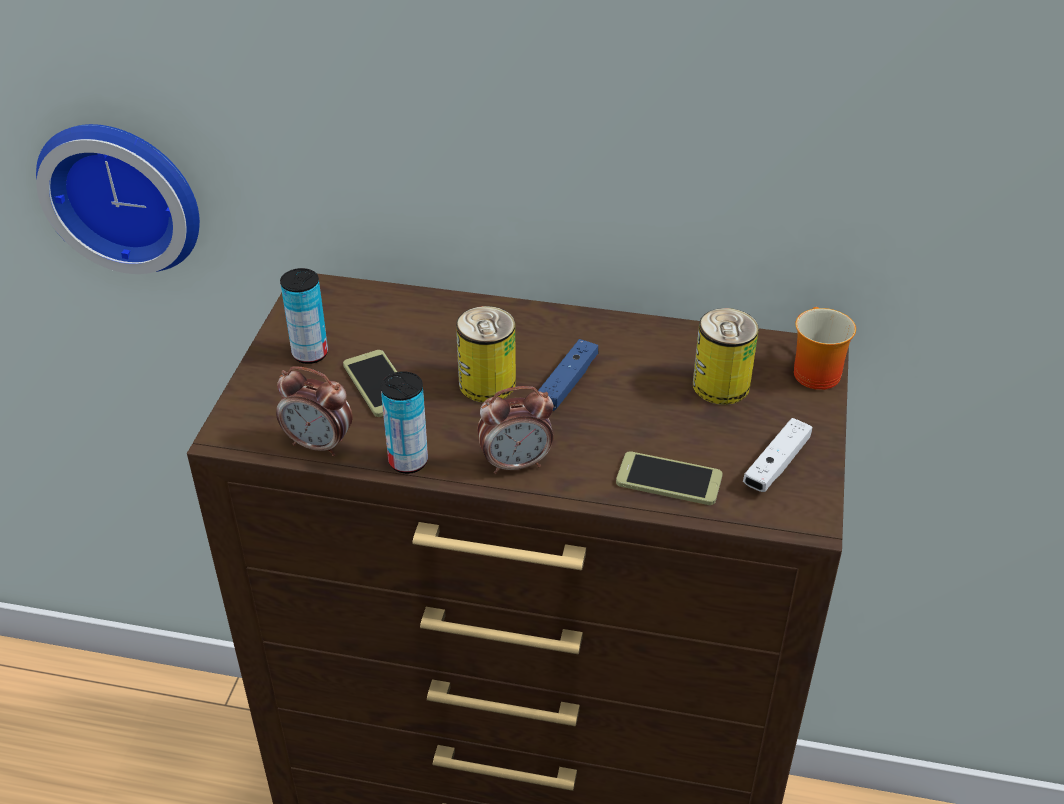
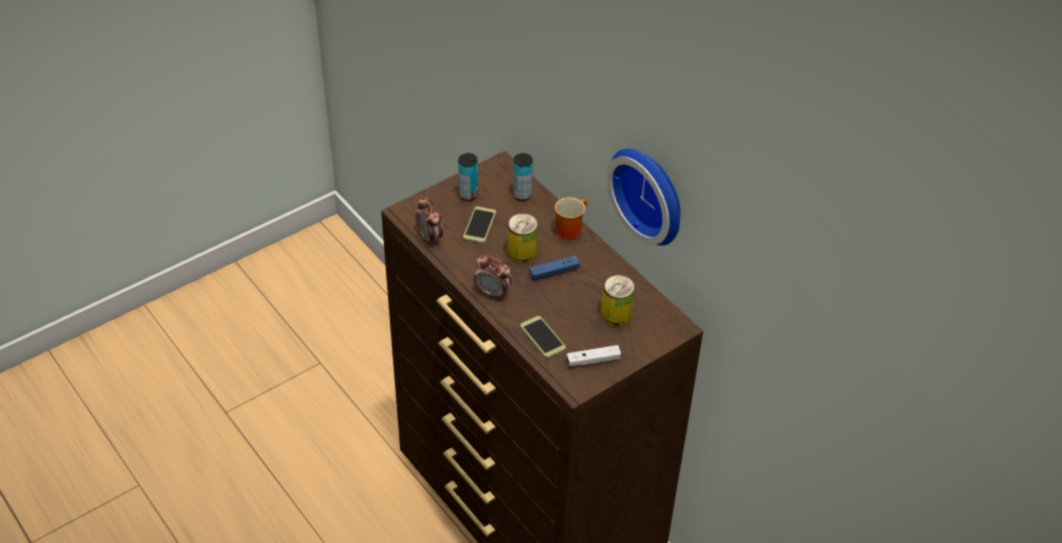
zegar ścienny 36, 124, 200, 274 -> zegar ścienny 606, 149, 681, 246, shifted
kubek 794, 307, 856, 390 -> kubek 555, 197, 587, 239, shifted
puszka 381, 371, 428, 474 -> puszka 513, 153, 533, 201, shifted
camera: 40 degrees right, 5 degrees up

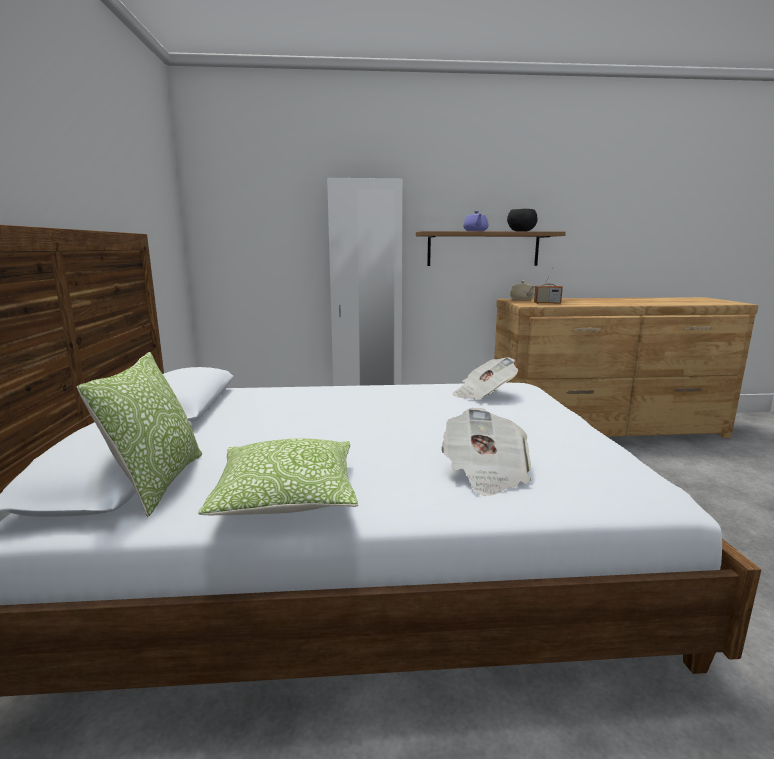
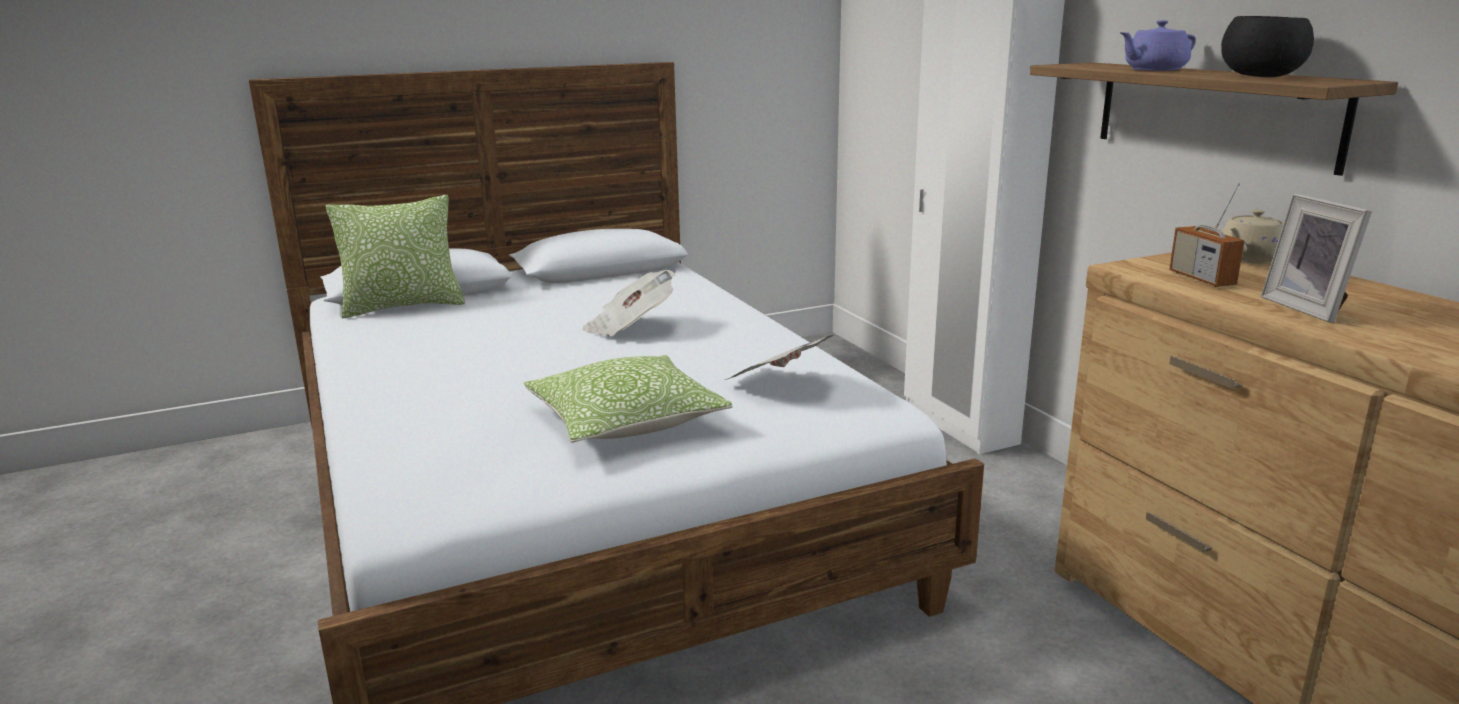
gazeta 441, 408, 531, 496 -> gazeta 583, 270, 676, 337, shifted
poduszka 198, 439, 358, 515 -> poduszka 523, 355, 733, 443, shifted
none -> ramka na zdjęcie 1261, 194, 1372, 323
camera: 70 degrees right, 5 degrees up

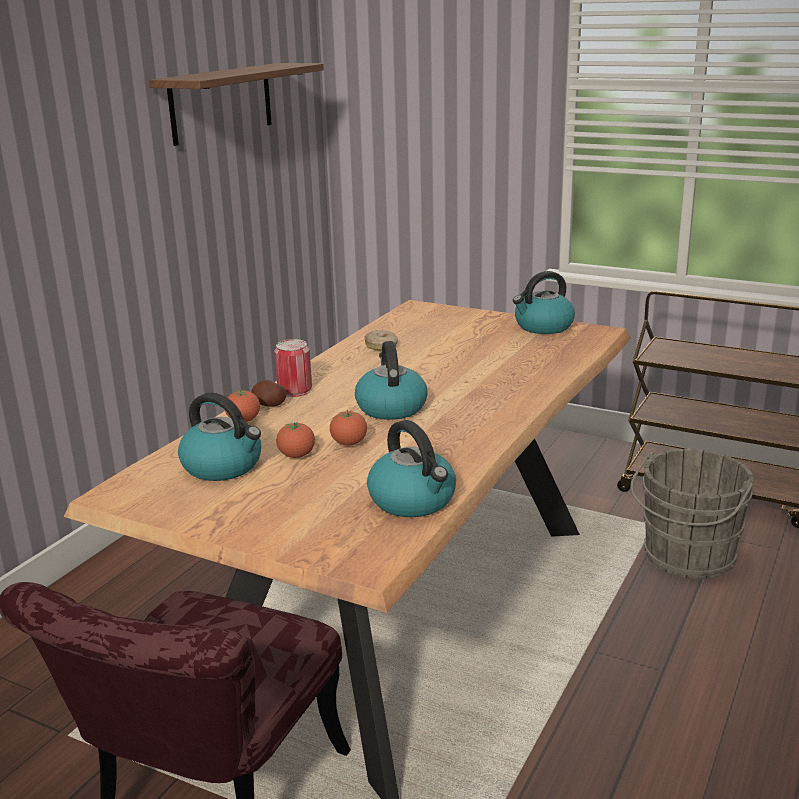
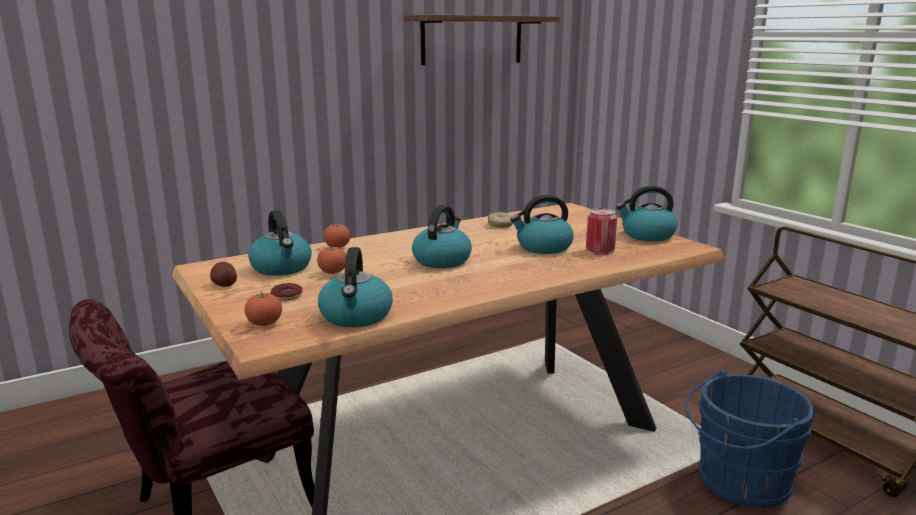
puszka 274, 339, 312, 397 -> puszka 586, 208, 617, 255, shifted
ziemniak 251, 380, 287, 407 -> ziemniak 210, 262, 237, 287, shifted
pomidor 330, 410, 367, 445 -> pomidor 245, 292, 282, 326, shifted
wiadro [szary] 630, 449, 754, 579 -> wiadro [niebieski] 685, 370, 815, 508
none -> czajnik 510, 195, 573, 254
none -> donut 271, 283, 303, 301
camera: 30 degrees right, 5 degrees down

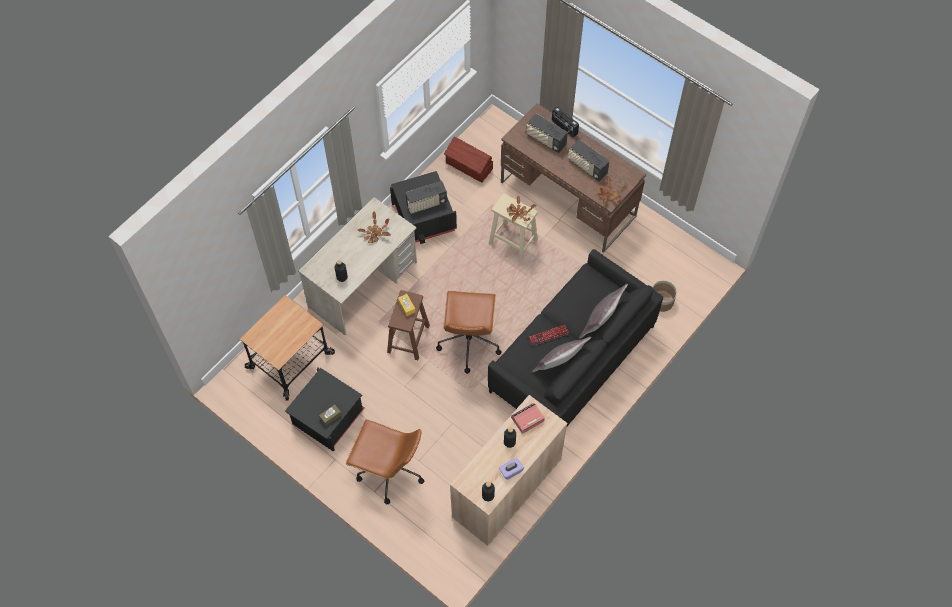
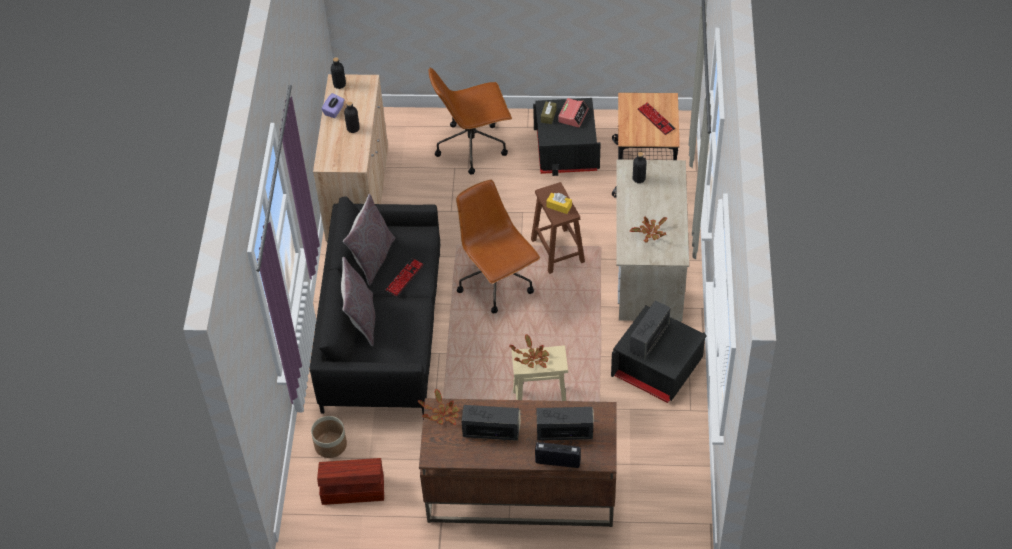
pojemnik do przechowywania [brązowy] 444, 136, 493, 183 -> pojemnik do przechowywania [brązowy] 317, 458, 384, 505, shifted
budzik 510, 403, 545, 434 -> budzik 558, 98, 589, 128, shifted
none -> klawiatura 637, 102, 675, 135
camera: 145 degrees right, 10 degrees down

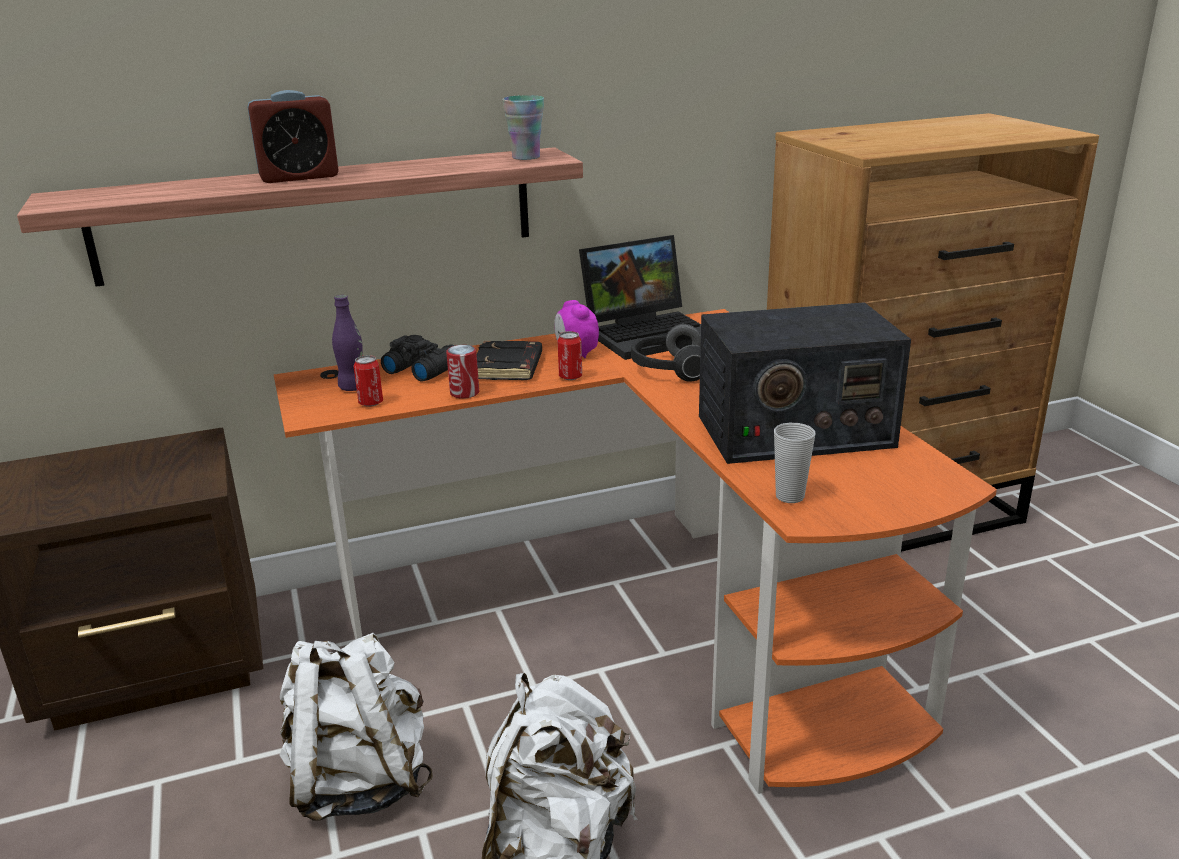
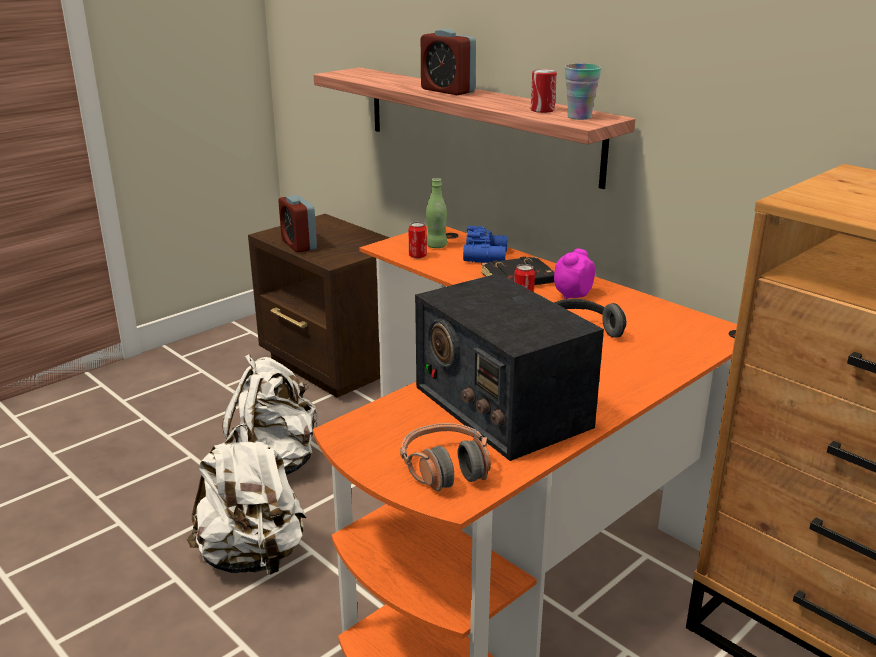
laptop 579, 235, 701, 360 -> none
butelka [fioletowy] 332, 295, 363, 391 -> butelka [zielony] 426, 178, 447, 248
lornetka [czarny] 381, 335, 455, 382 -> lornetka [niebieski] 463, 226, 508, 263
puszka 446, 345, 479, 399 -> puszka 531, 69, 557, 113, shifted
filiżanka 774, 423, 815, 503 -> none
none -> budzik 278, 195, 317, 253
none -> słuchawki 400, 423, 491, 491
camera: 65 degrees right, 0 degrees up

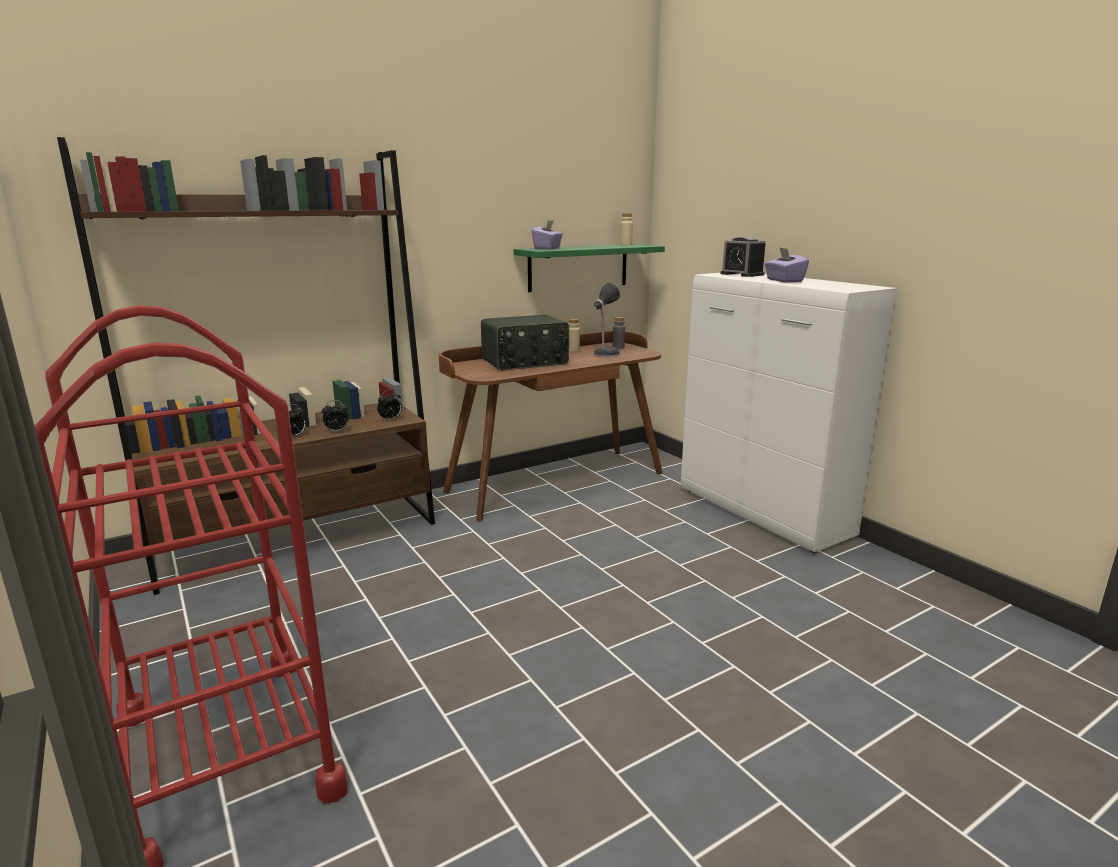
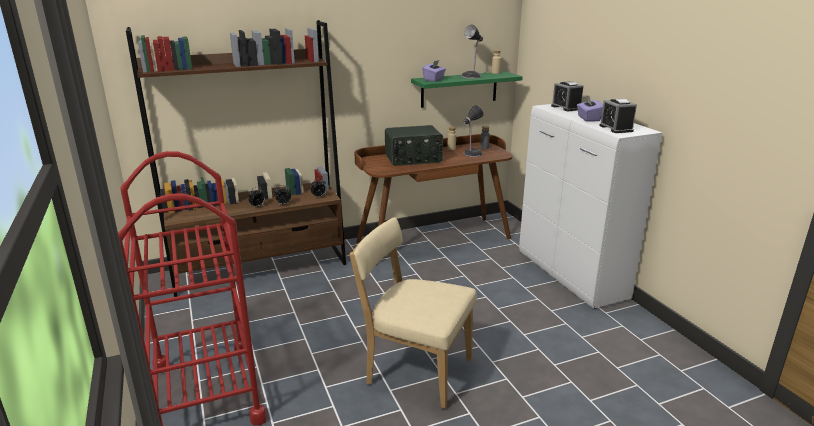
none -> lampa stołowa 461, 25, 483, 79
none -> budzik 599, 99, 637, 133
none -> krzesło [beżowy] 350, 217, 477, 409
camera: 10 degrees right, 5 degrees up

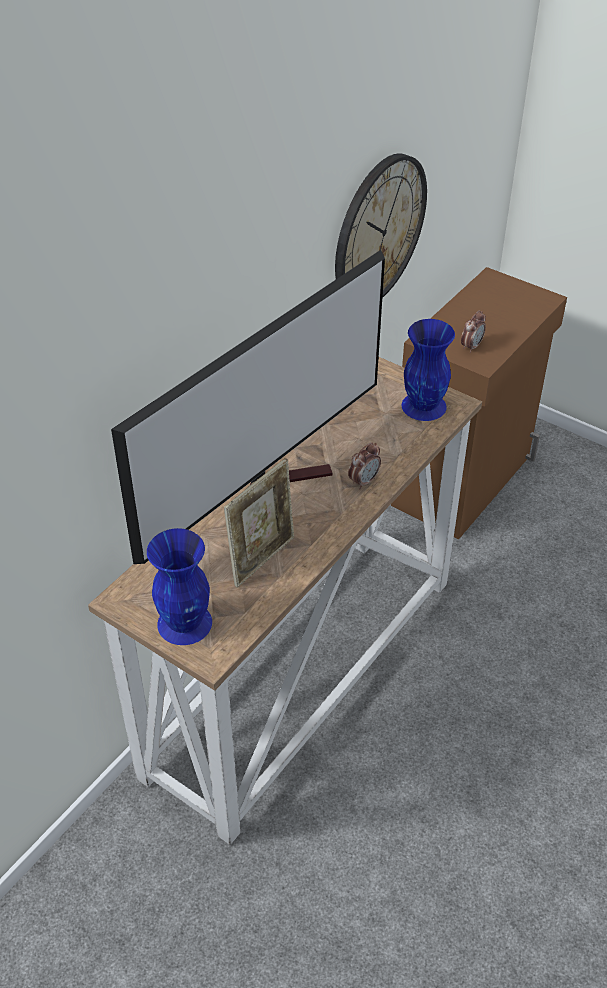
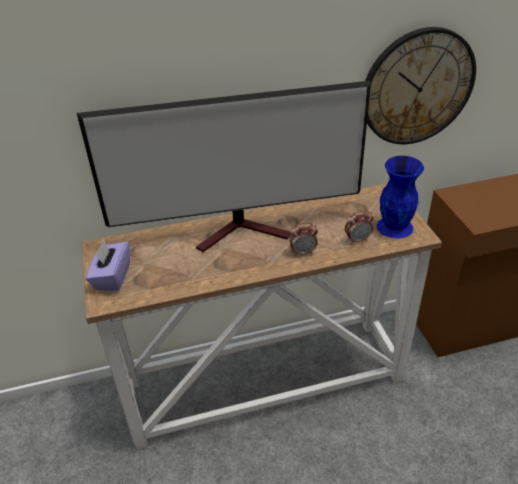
budzik 461, 310, 486, 353 -> budzik 345, 210, 373, 244, shifted
ramka na zdjęcie 224, 458, 294, 588 -> none
wazon [niebieski] 147, 528, 212, 645 -> pudełko chusteczek [fioletowy] 86, 240, 130, 291
camera: 40 degrees right, 5 degrees down

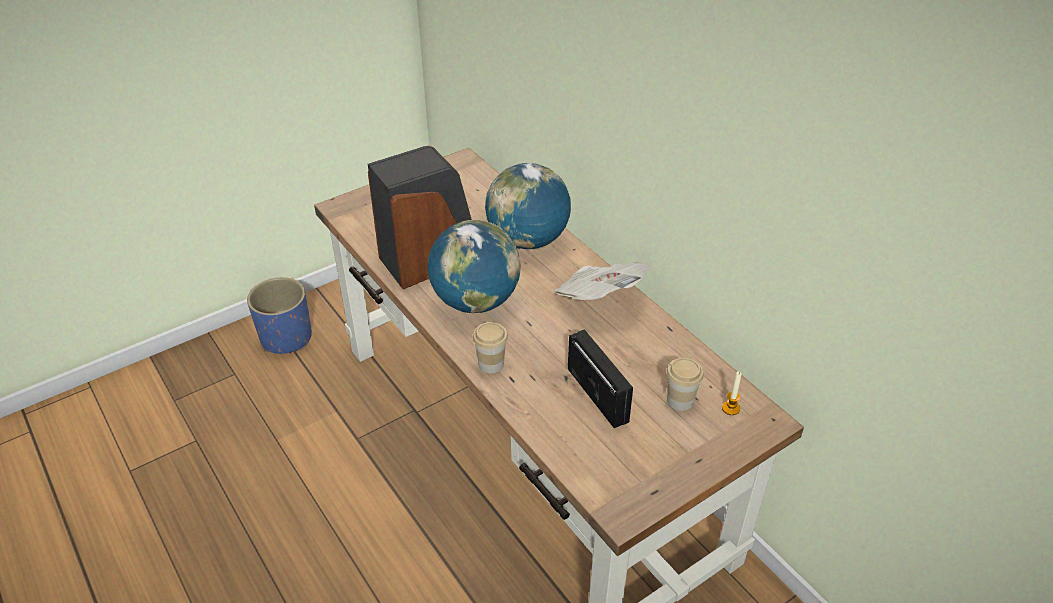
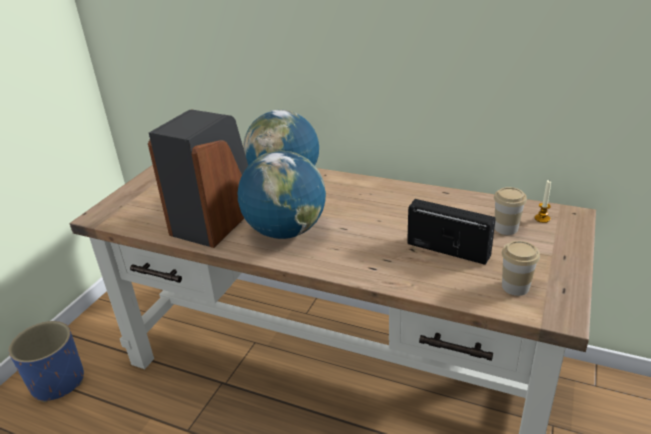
gazeta 553, 262, 652, 300 -> none
filiżanka 473, 322, 508, 373 -> filiżanka 502, 241, 540, 296, shifted
camera: 30 degrees left, 10 degrees down

